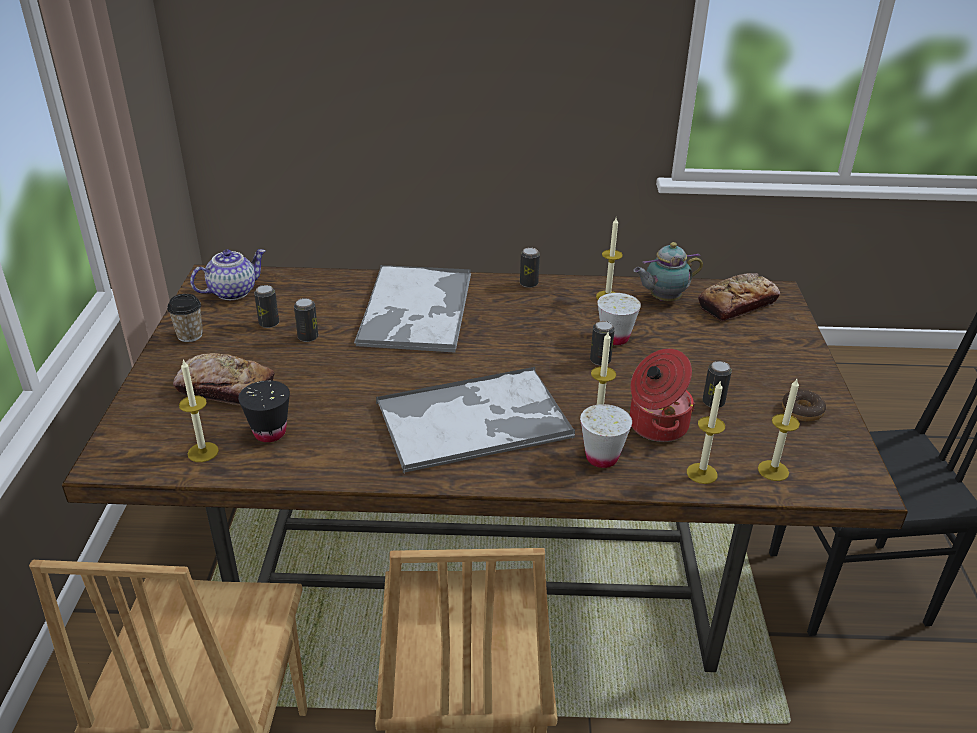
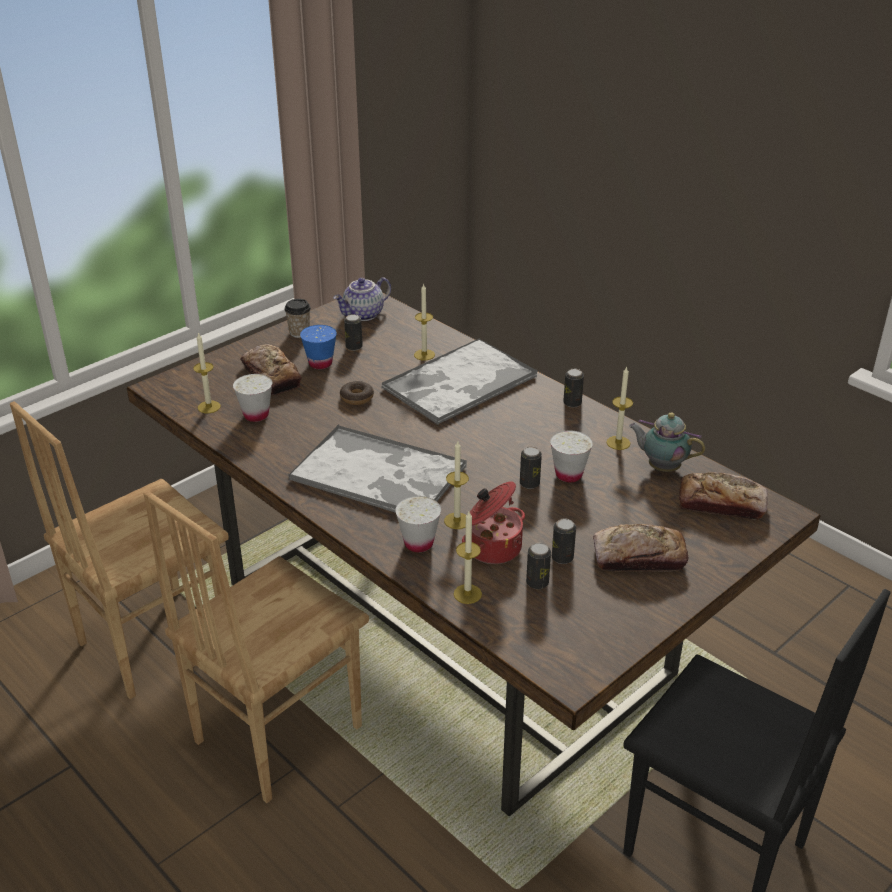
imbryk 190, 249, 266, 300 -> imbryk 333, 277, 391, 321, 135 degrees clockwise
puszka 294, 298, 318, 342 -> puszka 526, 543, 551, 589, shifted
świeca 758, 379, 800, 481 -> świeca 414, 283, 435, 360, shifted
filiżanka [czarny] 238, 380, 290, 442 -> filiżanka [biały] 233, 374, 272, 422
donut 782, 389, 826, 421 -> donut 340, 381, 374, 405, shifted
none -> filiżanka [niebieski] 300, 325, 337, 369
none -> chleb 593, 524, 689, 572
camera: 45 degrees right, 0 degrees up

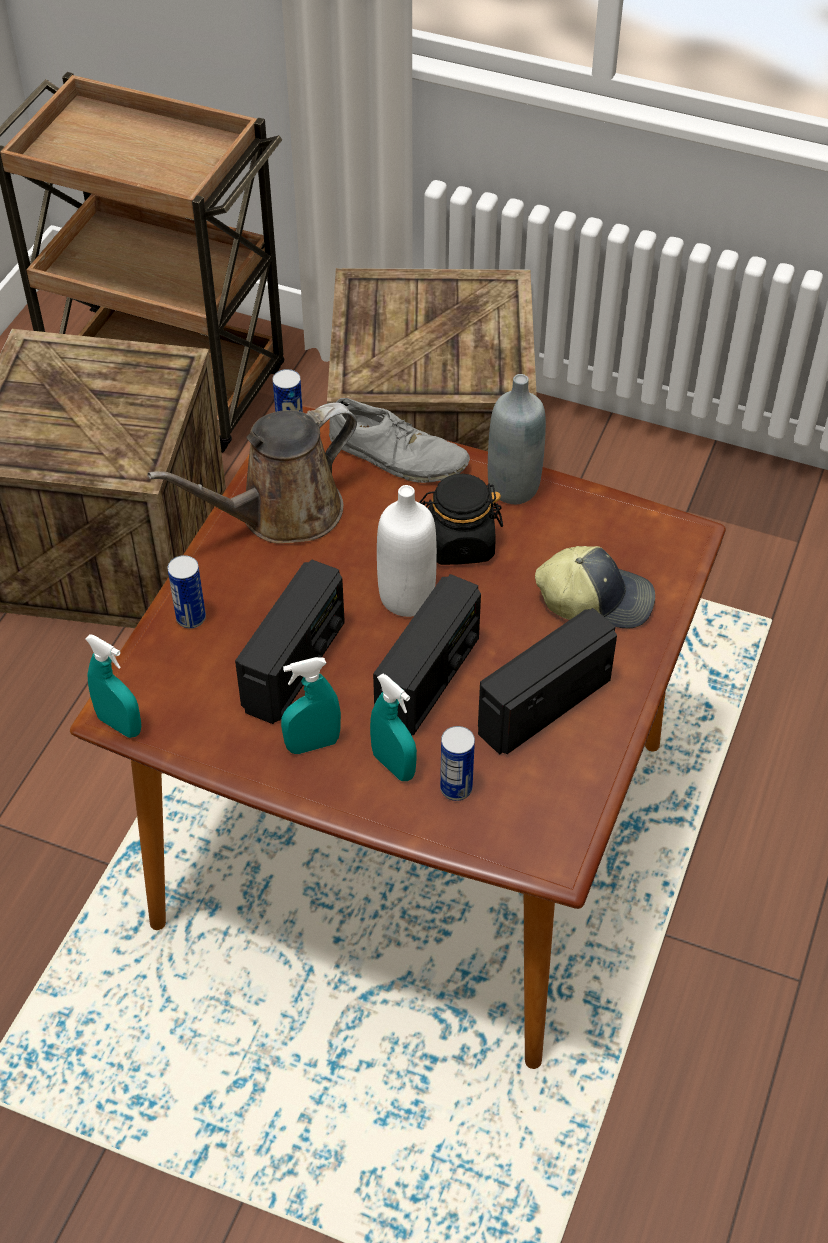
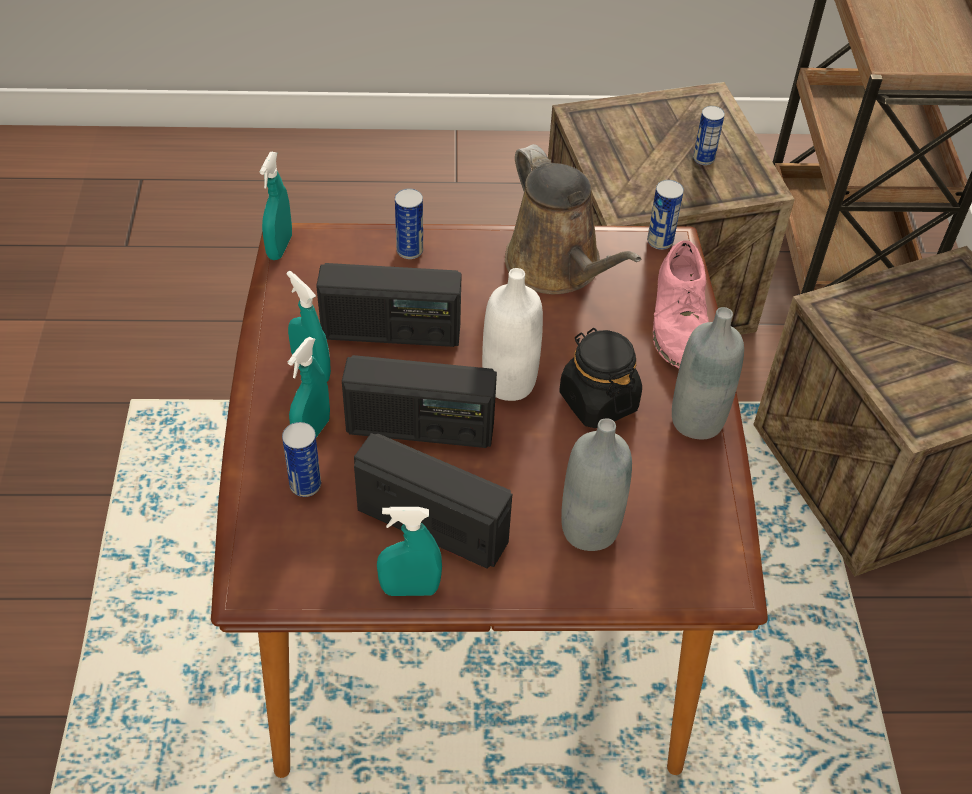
but [szary] 329, 398, 470, 483 -> but [różowy] 653, 240, 709, 368
konewka [brązowy] 147, 403, 357, 544 -> konewka [brązowy] 505, 144, 641, 294, 150 degrees counterclockwise
czapka z daszkiem 535, 546, 655, 628 -> butelka [szary] 561, 418, 632, 551
none -> puszka 693, 106, 725, 165
none -> spryskiwacz [turkusowy] 377, 507, 442, 596
camera: 65 degrees right, 0 degrees up

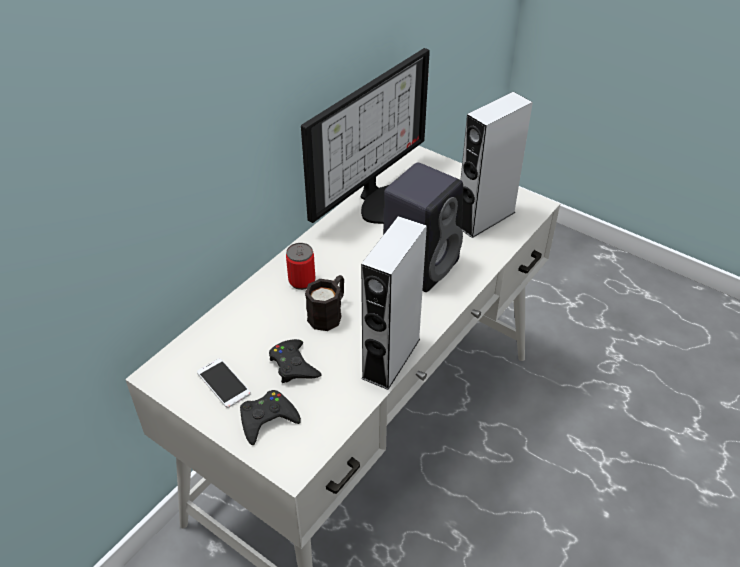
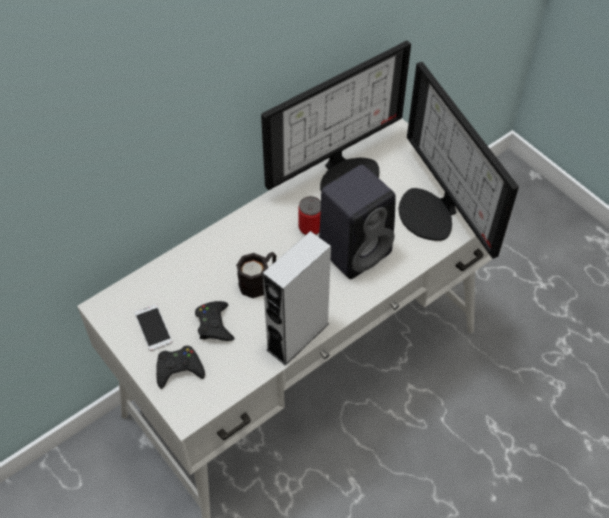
głośnik [szary] 460, 92, 533, 238 -> monitor 399, 62, 519, 259
puszka 286, 243, 315, 290 -> puszka 298, 196, 321, 235, shifted
camera: 15 degrees right, 10 degrees up

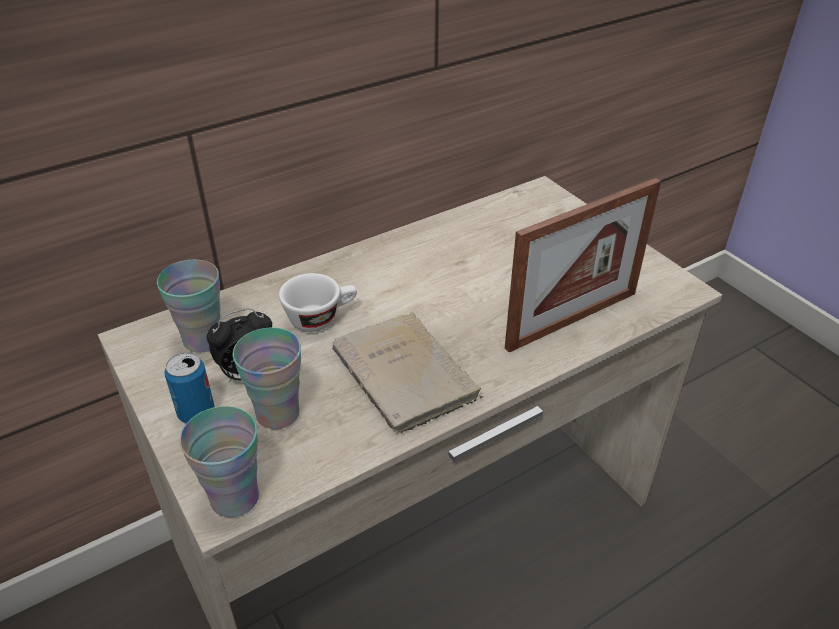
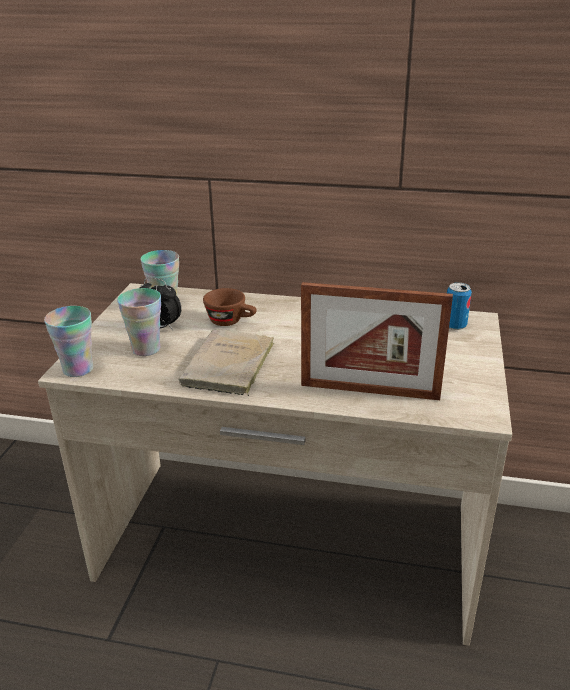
filiżanka [biały] 279, 273, 357, 332 -> filiżanka [brązowy] 203, 288, 257, 326
puszka 165, 353, 215, 424 -> puszka 447, 282, 472, 330, shifted
camera: 45 degrees right, 10 degrees down

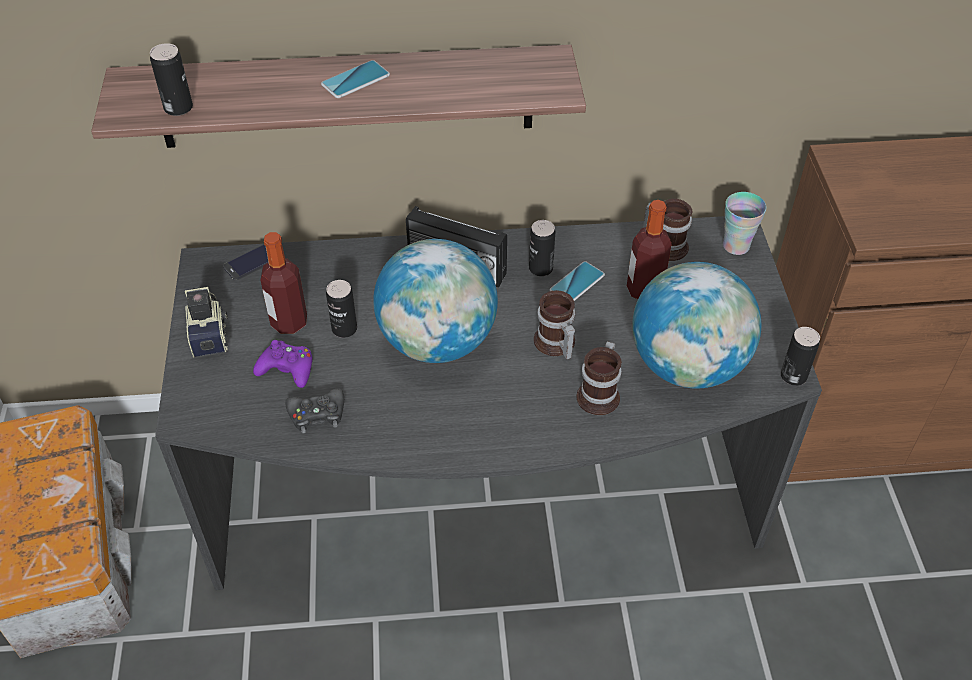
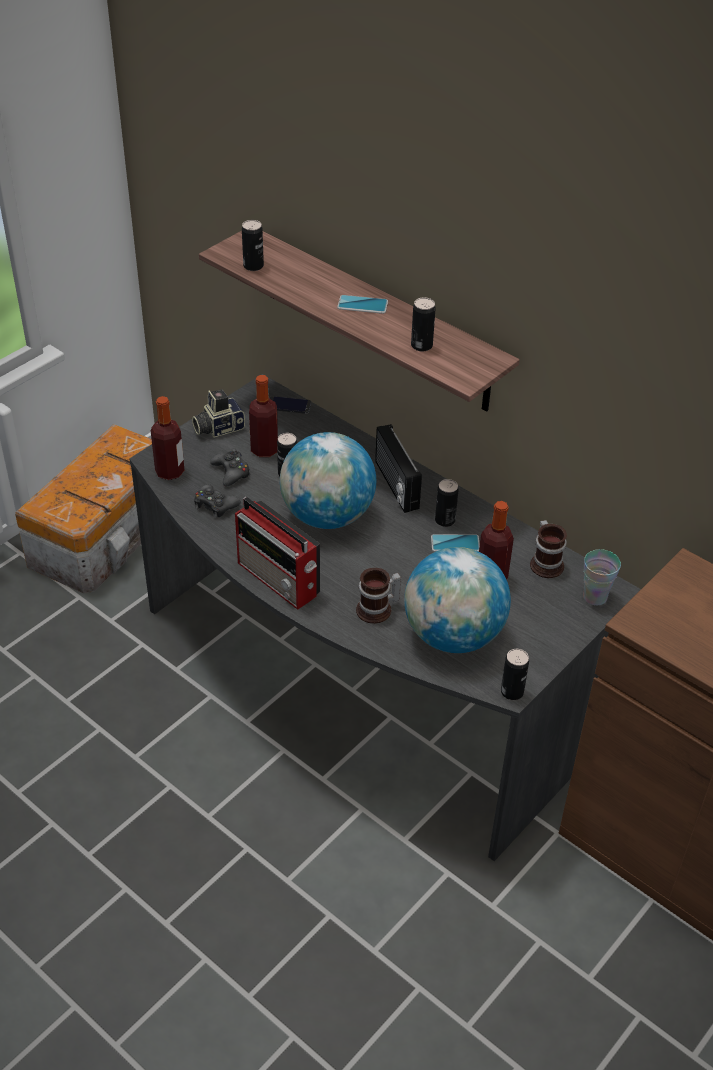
aparat fotograficzny 185, 287, 228, 358 -> aparat fotograficzny 192, 389, 245, 438, 150 degrees counterclockwise
kubek 534, 290, 575, 359 -> none
pad do gier [fioletowy] 253, 340, 313, 388 -> pad do gier [czarny] 210, 448, 251, 487
none -> puszka 411, 297, 436, 352
none -> butelka 151, 396, 184, 480
none -> radio 235, 497, 320, 610
camera: 45 degrees right, 5 degrees down

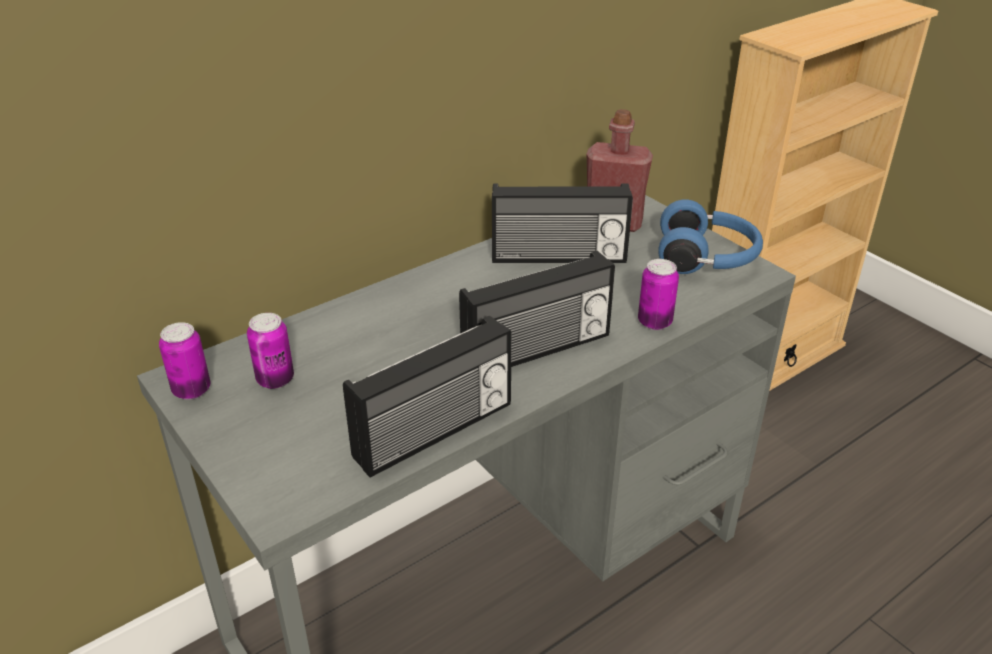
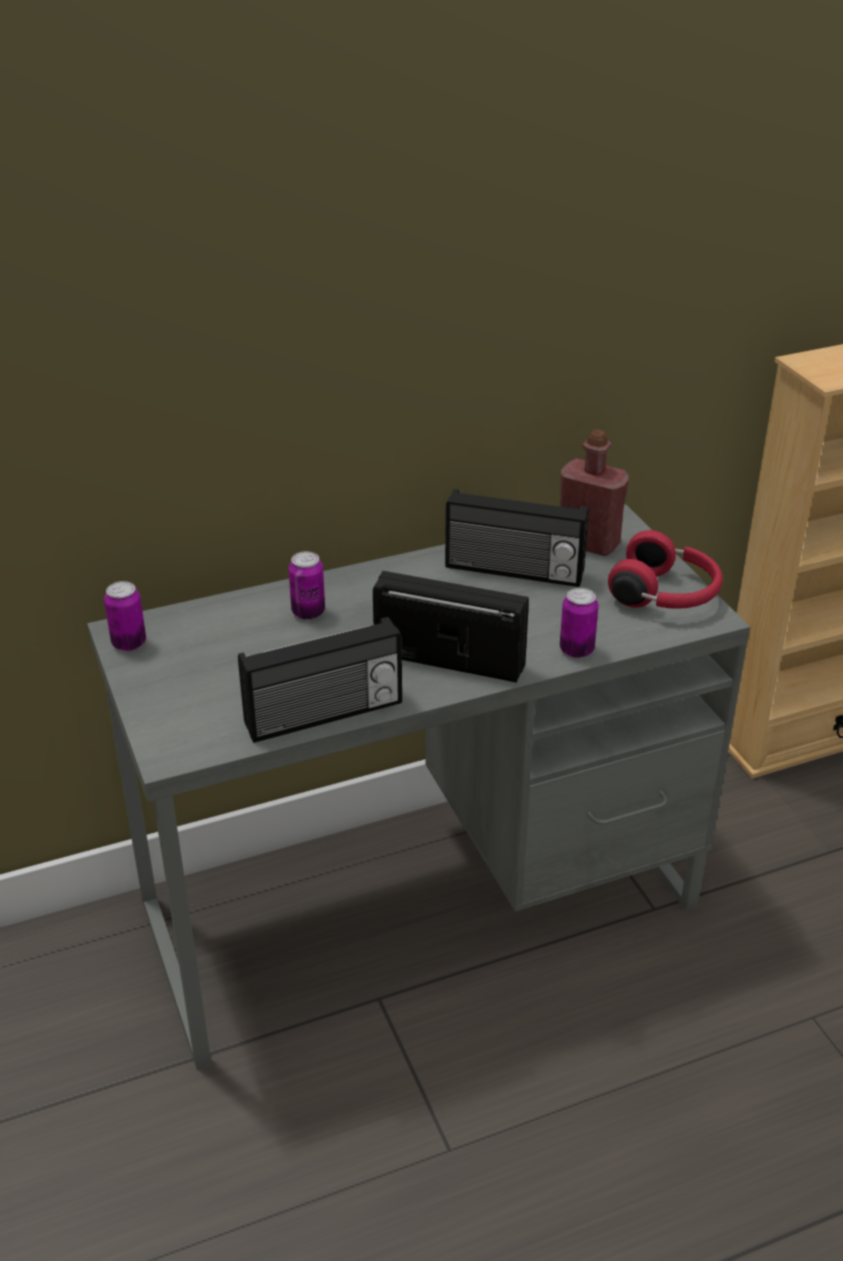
słuchawki [niebieski] 658, 199, 763, 274 -> słuchawki [czerwony] 608, 530, 723, 609
radio 459, 251, 615, 367 -> radio 373, 571, 529, 683, 150 degrees counterclockwise
puszka 247, 313, 294, 389 -> puszka 289, 551, 325, 620, shifted
camera: 15 degrees right, 0 degrees up

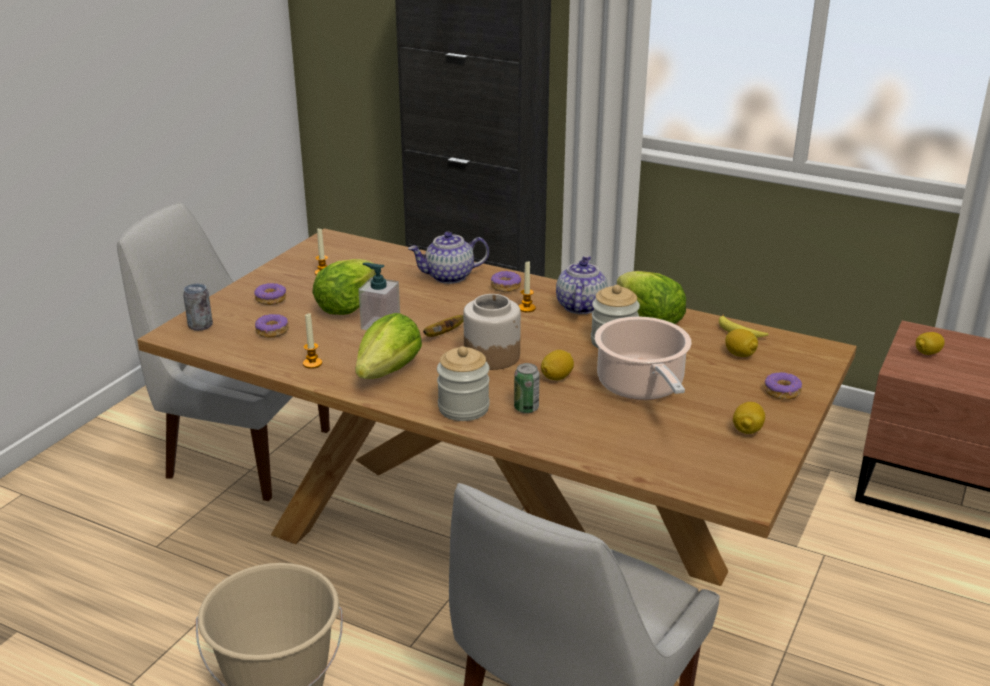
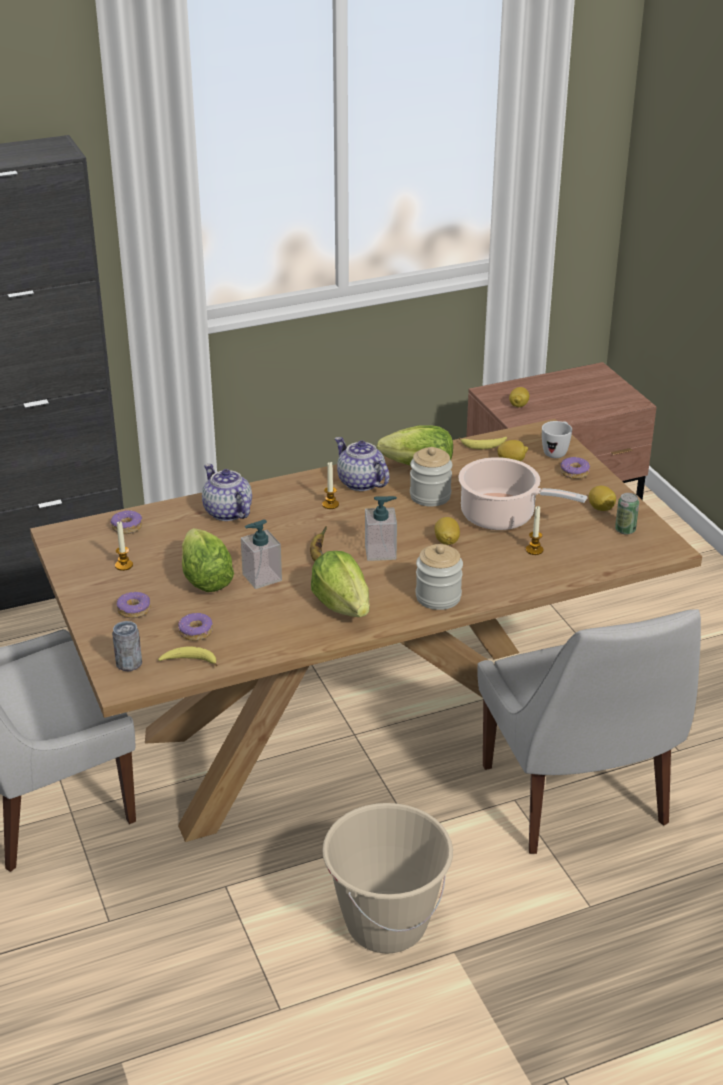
imbryk 408, 232, 489, 284 -> imbryk 202, 464, 252, 521, 120 degrees clockwise
donut 491, 271, 521, 292 -> donut 110, 509, 142, 534, shifted
słoik 463, 294, 521, 370 -> dozownik mydła 365, 496, 397, 561
świeca 303, 313, 322, 369 -> świeca 526, 506, 543, 555, shifted
puszka 514, 363, 540, 414 -> puszka 615, 493, 639, 535, shifted
none -> kubek [biały] 542, 421, 572, 458
none -> banan 158, 646, 217, 667
camera: 50 degrees left, 5 degrees up

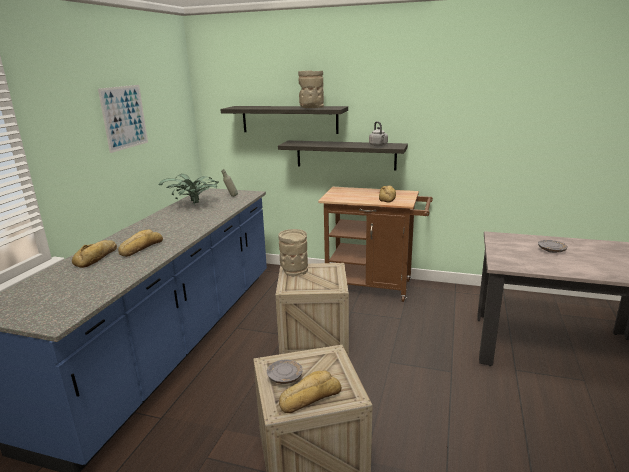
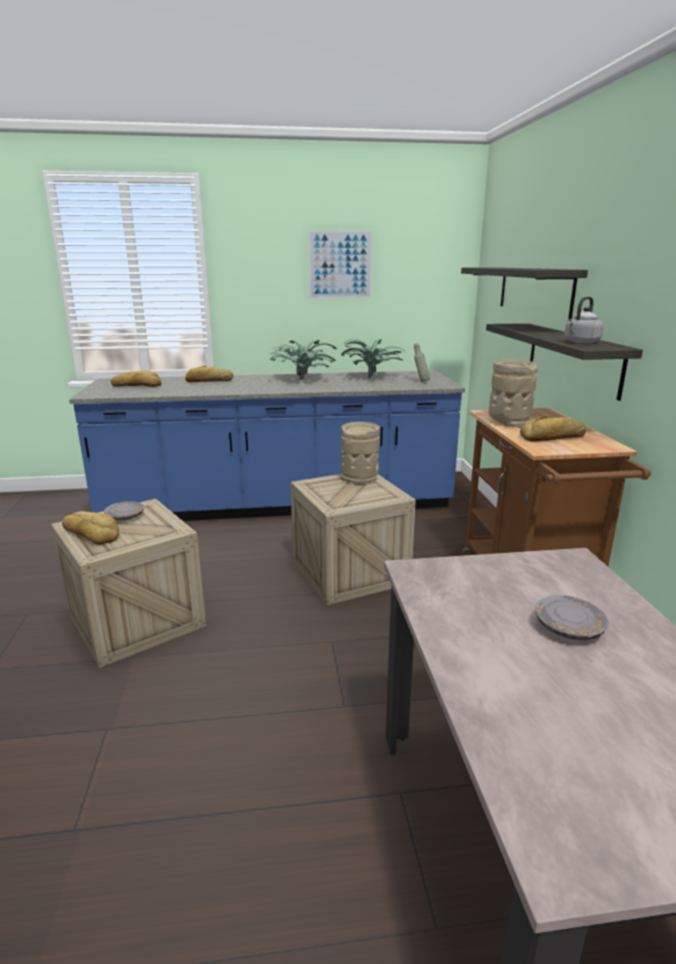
wazon [beżowy] 298, 70, 324, 108 -> wazon [beżowy] 489, 360, 538, 428, shifted
chleb 118, 229, 163, 257 -> chleb 111, 370, 162, 387, shifted
none -> roślina doniczkowa 269, 340, 337, 380
camera: 65 degrees right, 0 degrees up

